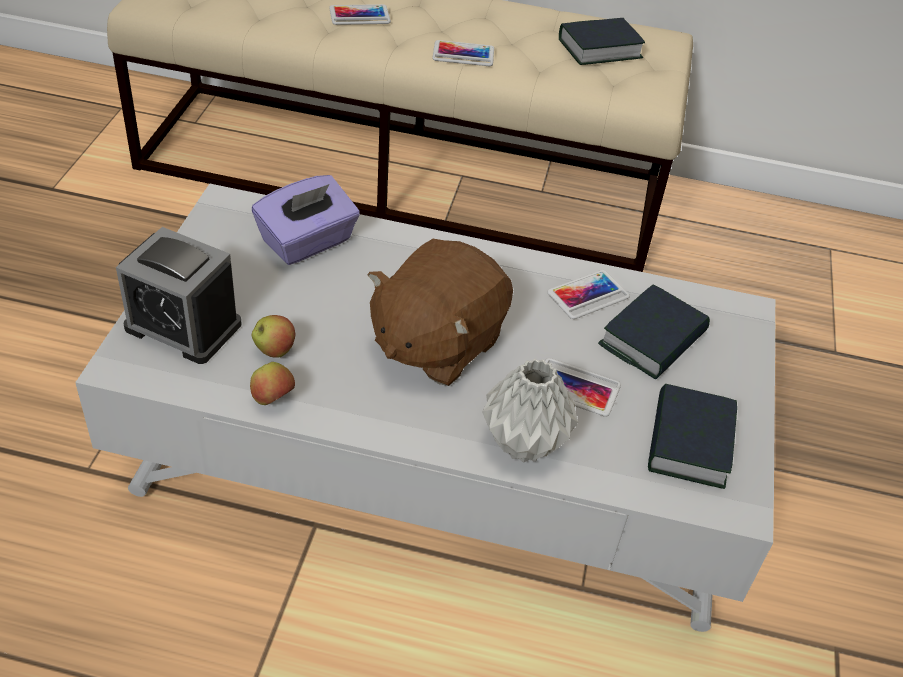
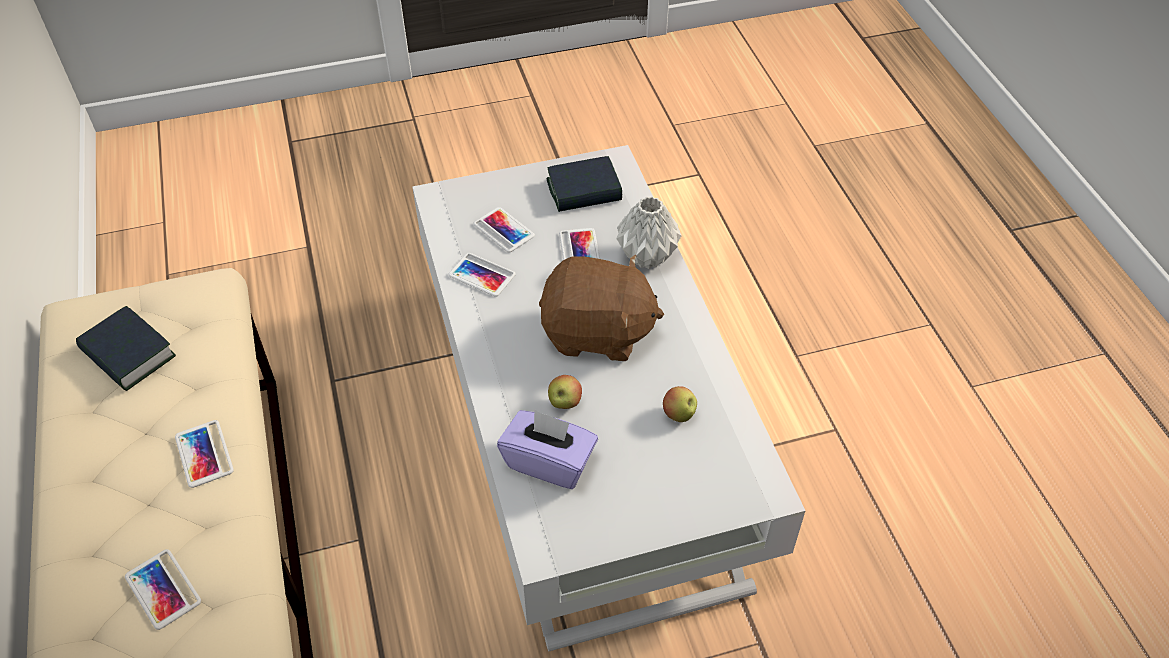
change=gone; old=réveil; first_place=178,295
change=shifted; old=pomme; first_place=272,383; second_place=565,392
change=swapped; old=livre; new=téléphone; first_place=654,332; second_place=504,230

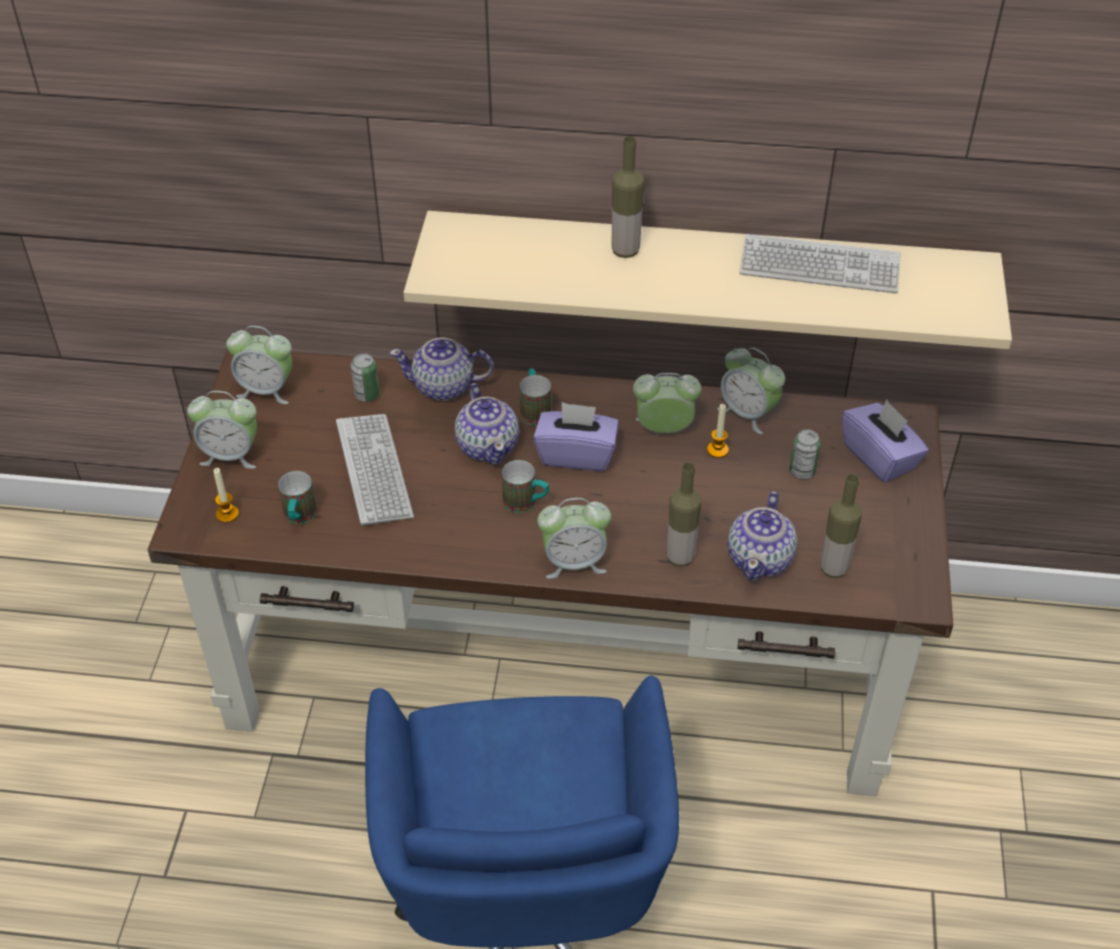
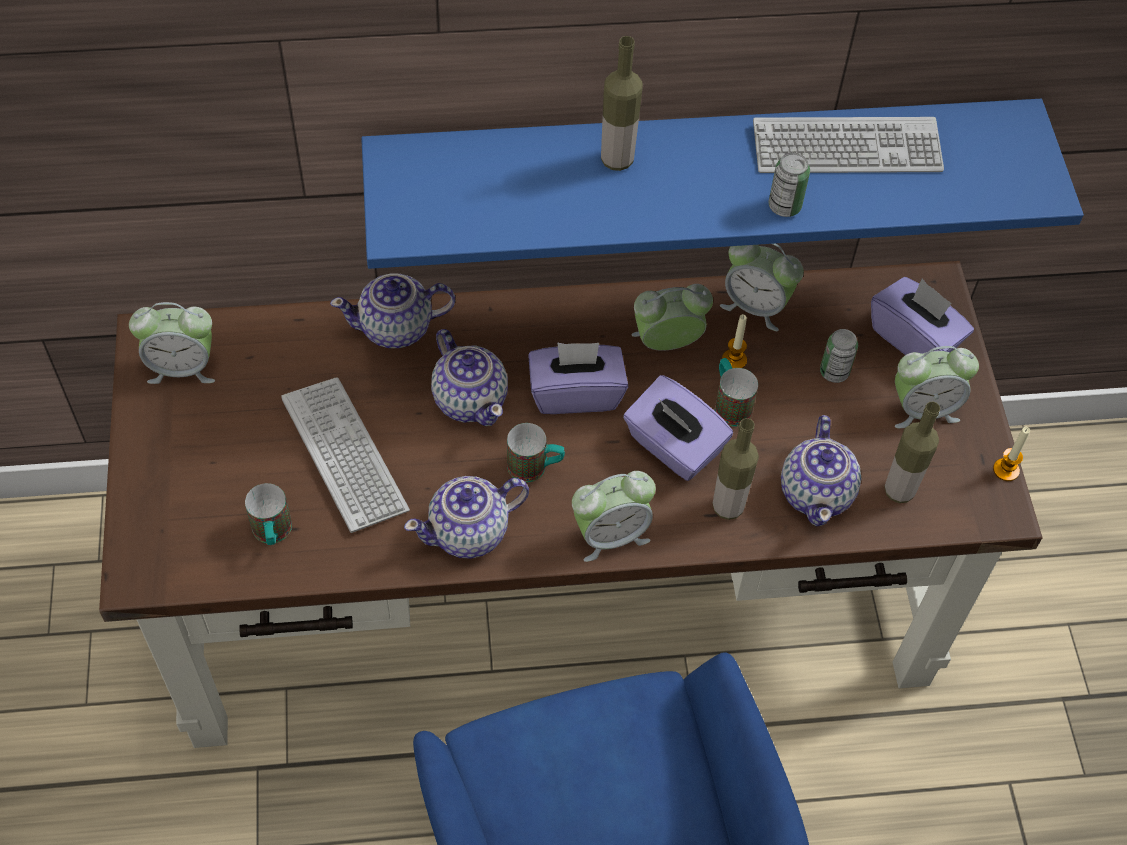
change=shifted; old=réveil; first_place=222,430; second_place=937,387
change=shifted; old=bougie; first_place=226,495; second_place=1011,454
change=shifted; old=boîte métallique; first_place=365,377; second_place=789,185
change=repainted; old=étagère/beige; new=étagère/bleu; first_place=708,280; second_place=722,184
change=shifted; old=mug; first_place=535,397; second_place=736,392
change=new; new=théière; second_place=466,517
change=new; new=boîte à mouchoirs/violet; second_place=678,428

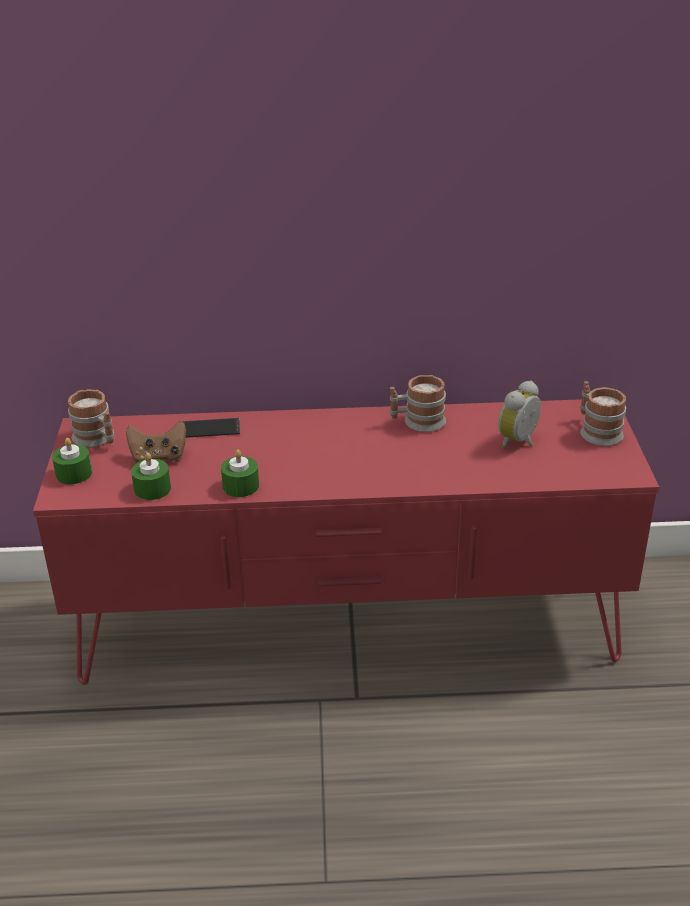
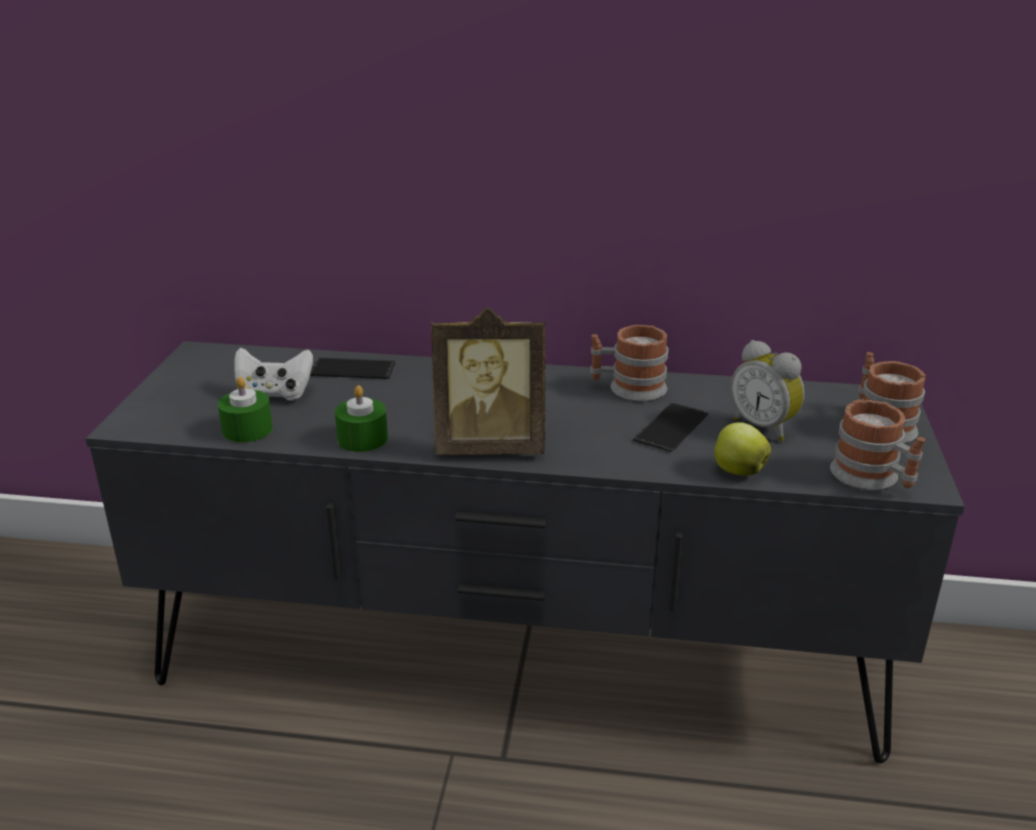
change=repainted; old=meuble télé/rouge; new=meuble télé/gris; first_place=346,542; second_place=525,552
change=gone; old=bougie/vert; first_place=72,461
change=shifted; old=mug; first_place=91,418; second_place=877,445
change=repainted; old=manette/marron; new=manette/blanc; first_place=156,442; second_place=273,374
change=rotated; old=réveil; first_place=519,414; second_place=768,390; degrees=-90
change=new; new=cadre photo; second_place=488,381
change=new; new=téléphone; second_place=670,427
change=new; new=pomme; second_place=742,449

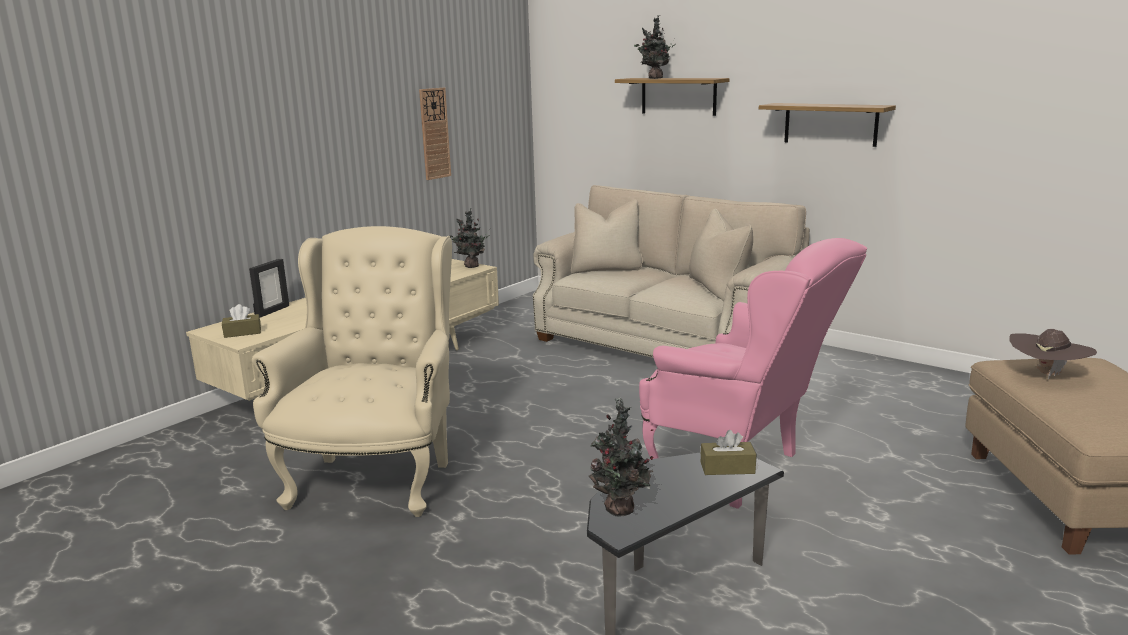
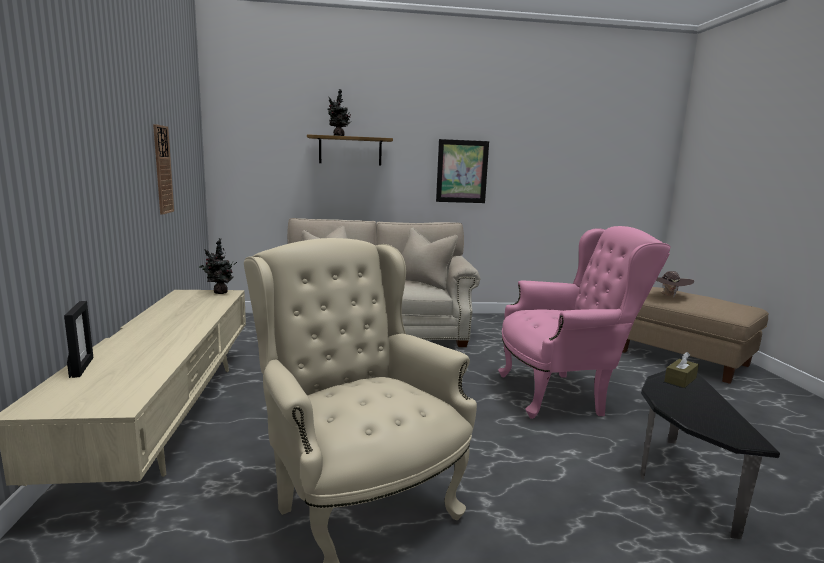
change=gone; old=boîte à mouchoirs/marron; first_place=241,321
change=gone; old=plante en pot; first_place=621,456
change=swapped; old=étagère; new=tableau; first_place=827,125; second_place=462,171

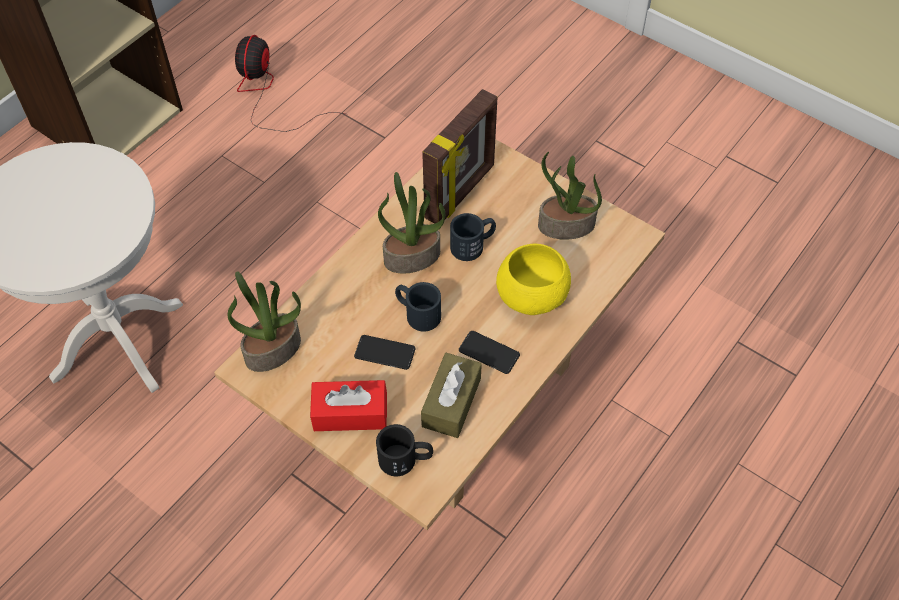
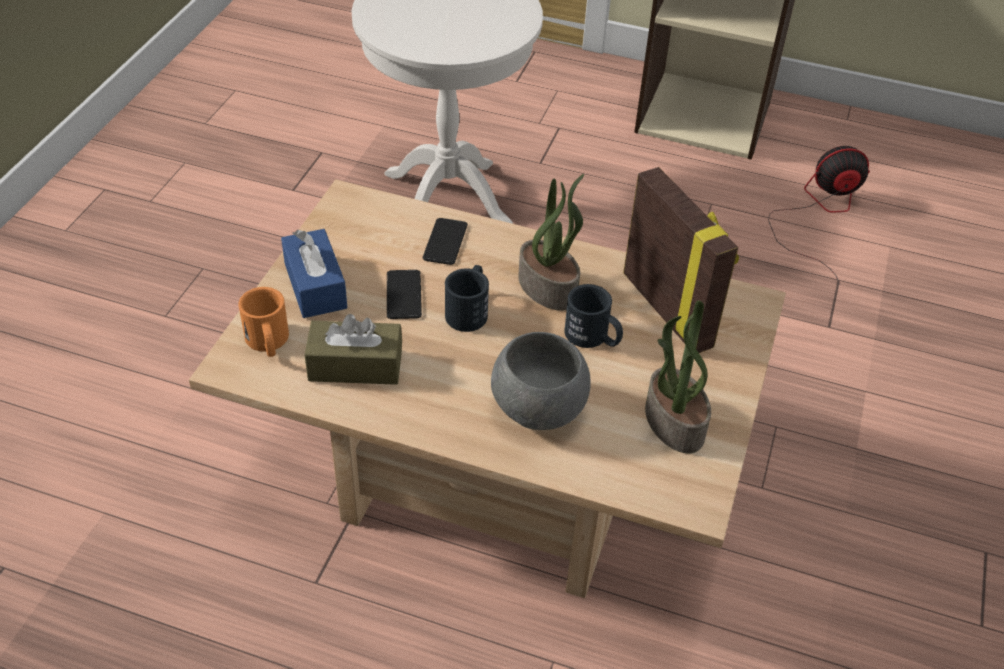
change=gone; old=plante en pot; first_place=264,321
change=repainted; old=boîte à mouchoirs/rouge; new=boîte à mouchoirs/bleu; first_place=348,405; second_place=314,273
change=repainted; old=mug/noir; new=mug/orange; first_place=404,450; second_place=263,322
change=rotated; old=cadre photo; first_place=460,156; second_place=681,260; degrees=-135
change=shifted; old=téléphone; first_place=489,352; second_place=445,241
change=repainted; old=bol/jaune; new=bol/gris; first_place=533,279; second_place=541,381

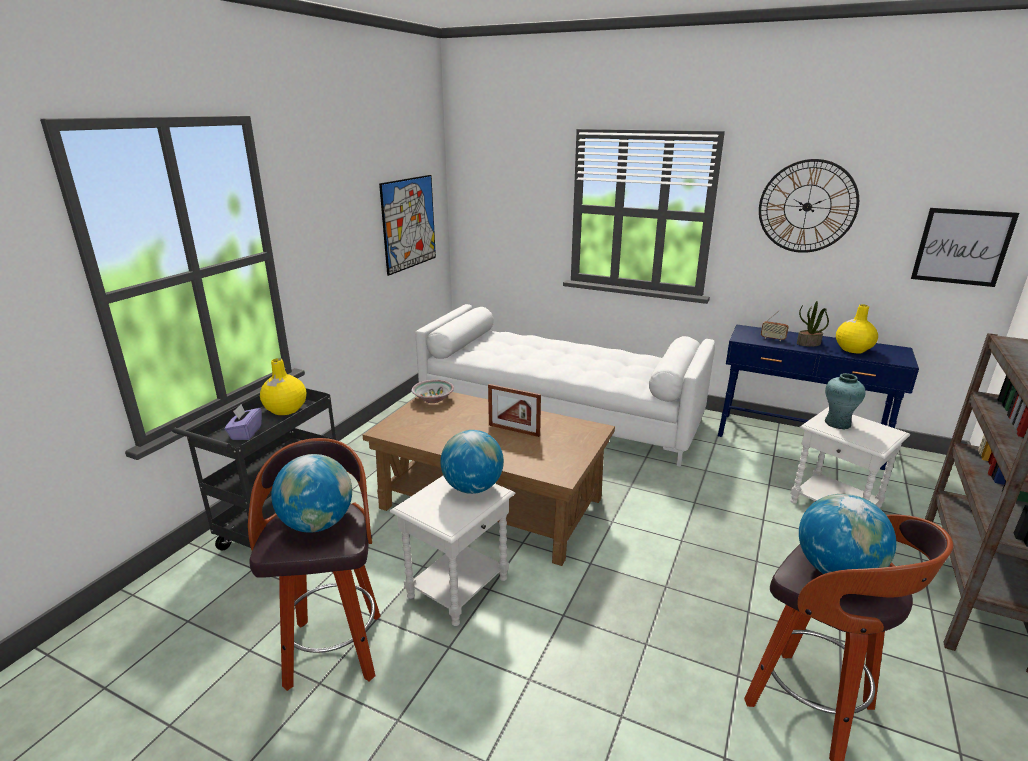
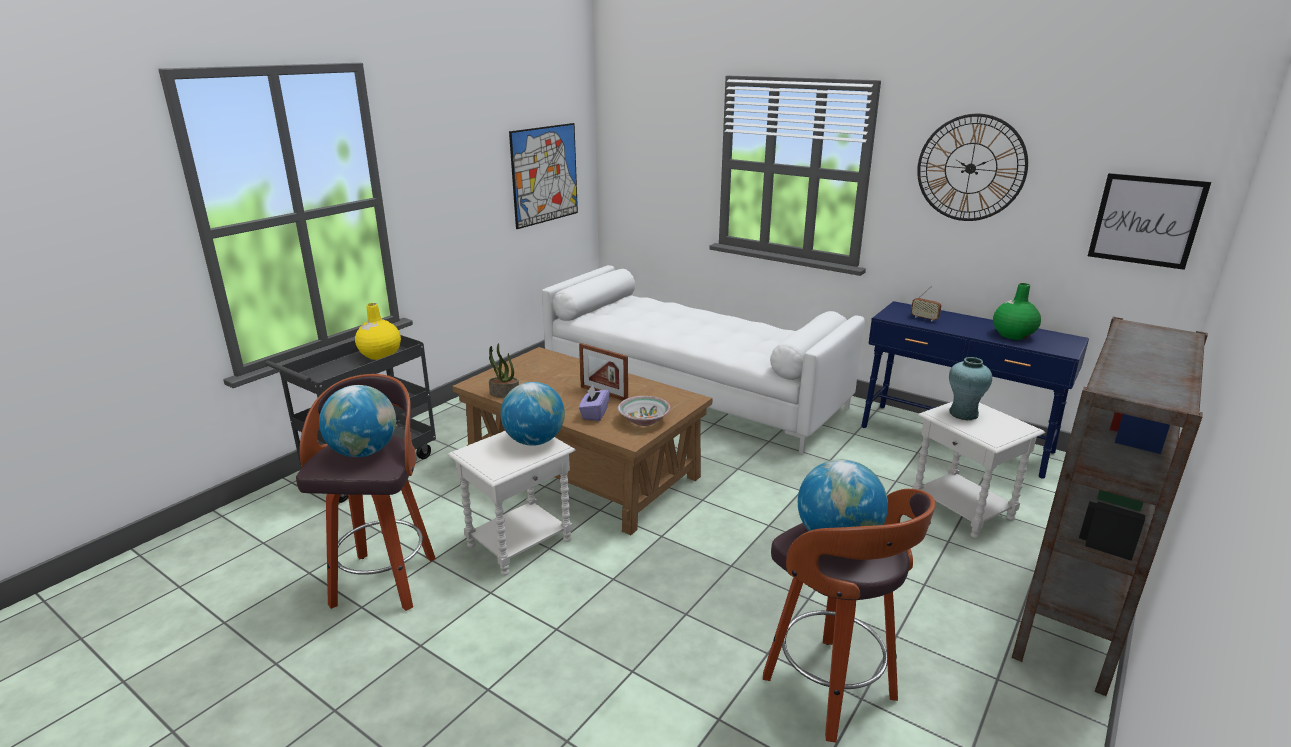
change=shifted; old=boîte à mouchoirs/violet; first_place=243,422; second_place=594,403
change=shifted; old=bol; first_place=432,391; second_place=644,411
change=shifted; old=plante en pot; first_place=813,324; second_place=504,370
change=repainted; old=vase/jaune; new=vase/vert; first_place=857,329; second_place=1017,311

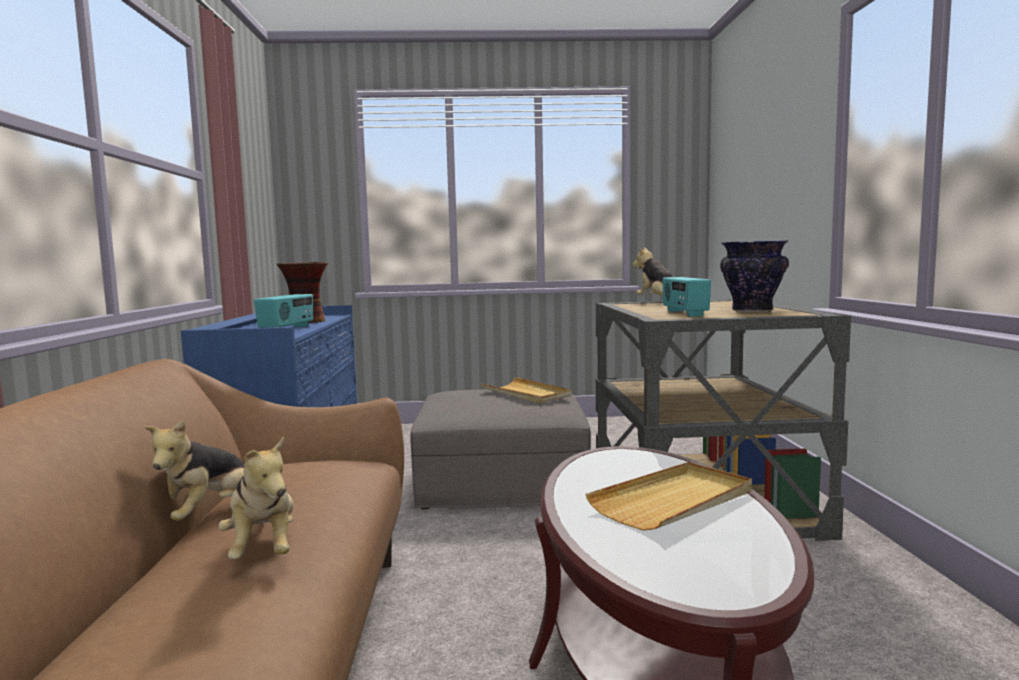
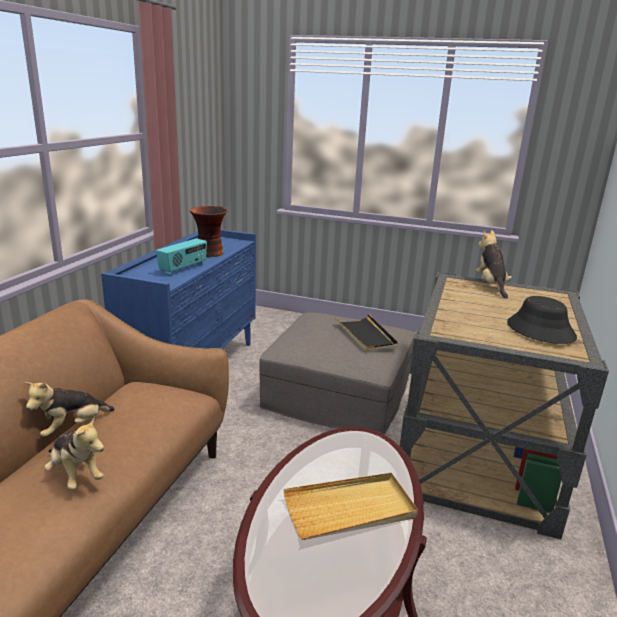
change=rotated; old=peluche; first_place=255,498; second_place=74,452; degrees=-45
change=repainted; old=plateau/beige; new=plateau/noir; first_place=526,390; second_place=367,333
change=gone; old=radio; first_place=687,297
change=swapped; old=vase; new=chapeau/noir; first_place=754,276; second_place=542,320

